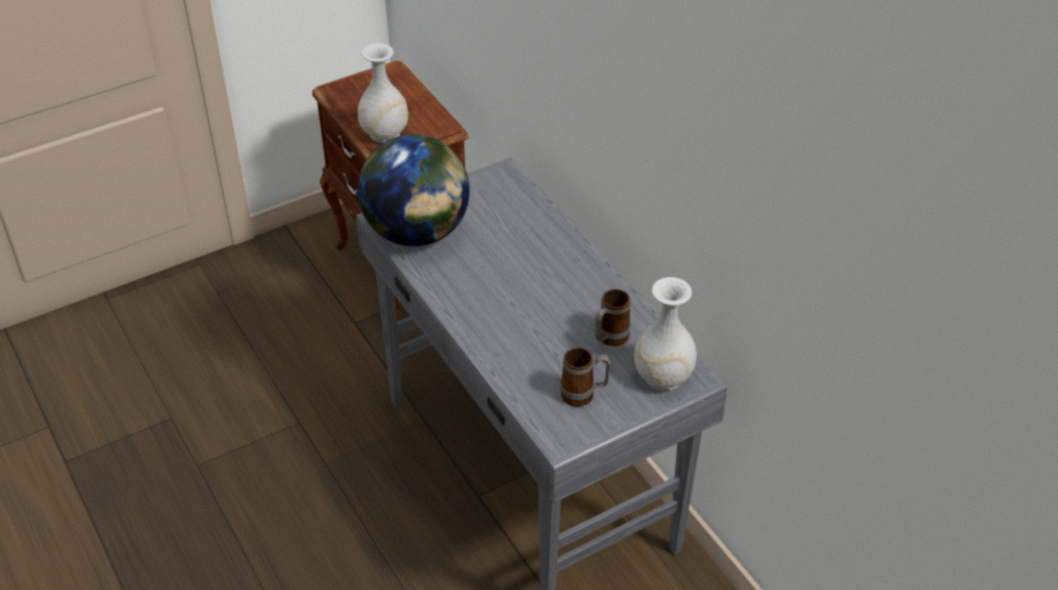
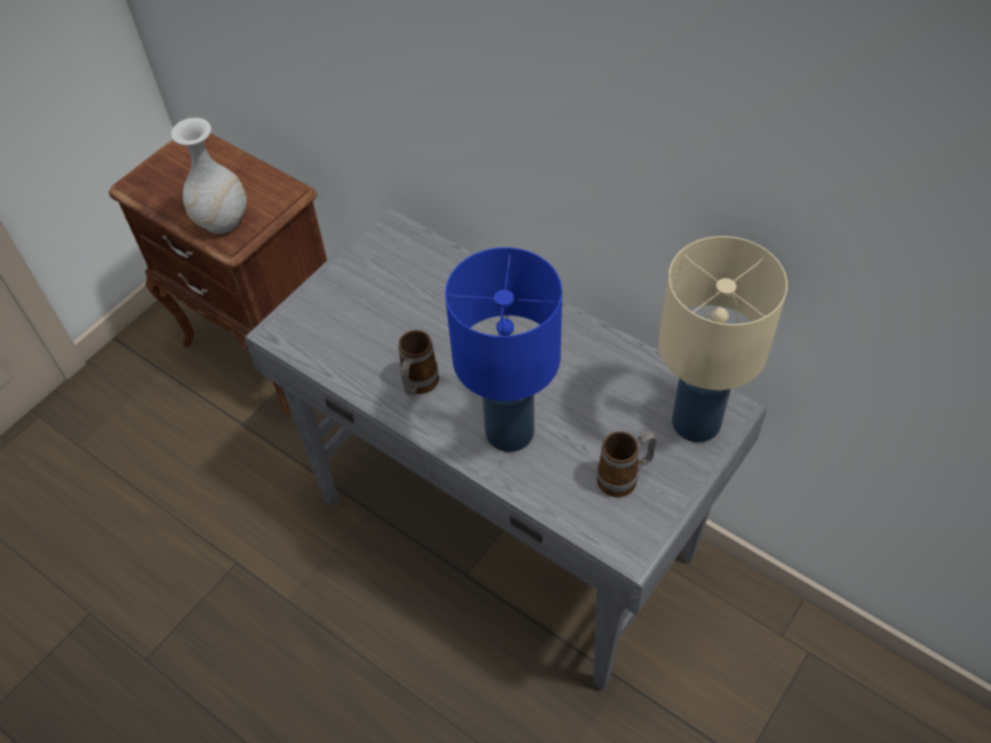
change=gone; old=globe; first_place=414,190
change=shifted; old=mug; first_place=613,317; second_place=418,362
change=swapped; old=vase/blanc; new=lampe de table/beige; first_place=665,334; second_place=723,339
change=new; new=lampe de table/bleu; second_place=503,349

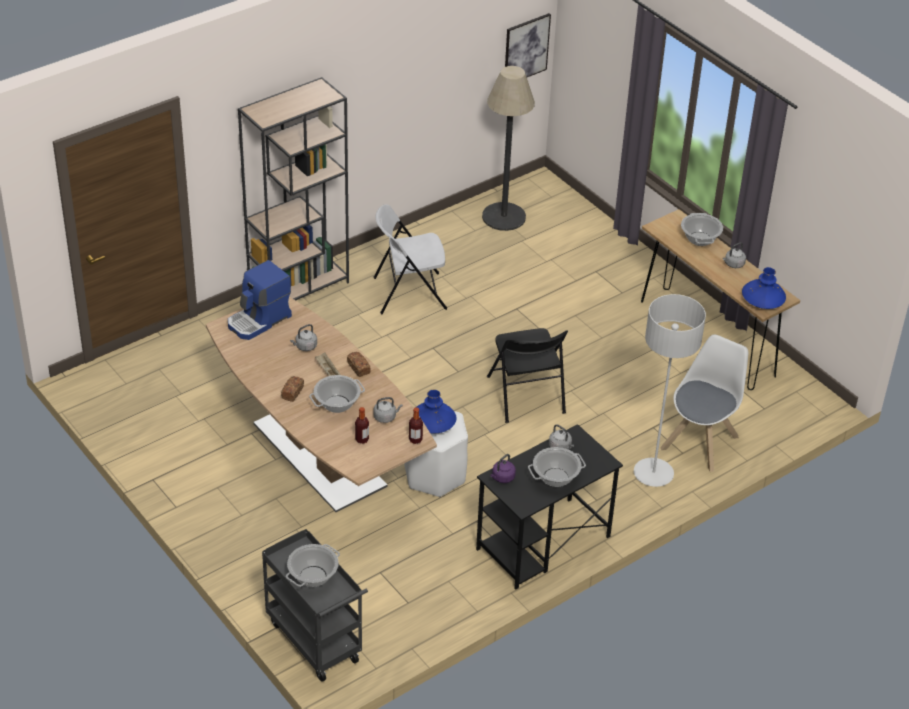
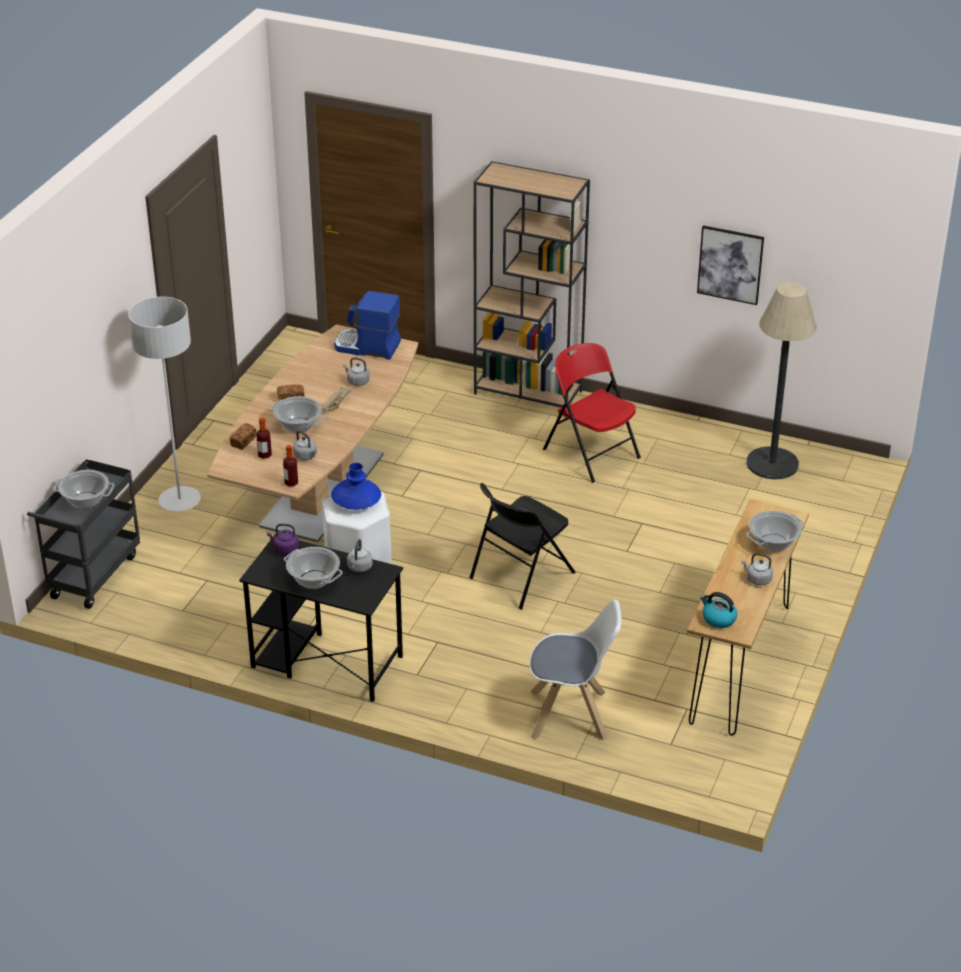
change=shifted; old=pain; first_place=359,364; second_place=243,436
change=repainted; old=chaise/blanc; new=chaise/rouge; first_place=410,259; second_place=592,413
change=shifted; old=tableau; first_place=528,45; second_place=730,265
change=shifted; old=lampadaire/gris; first_place=670,390; second_place=164,404
change=swapped; old=vase/bleu; new=bouilloire; first_place=764,288; second_place=718,610

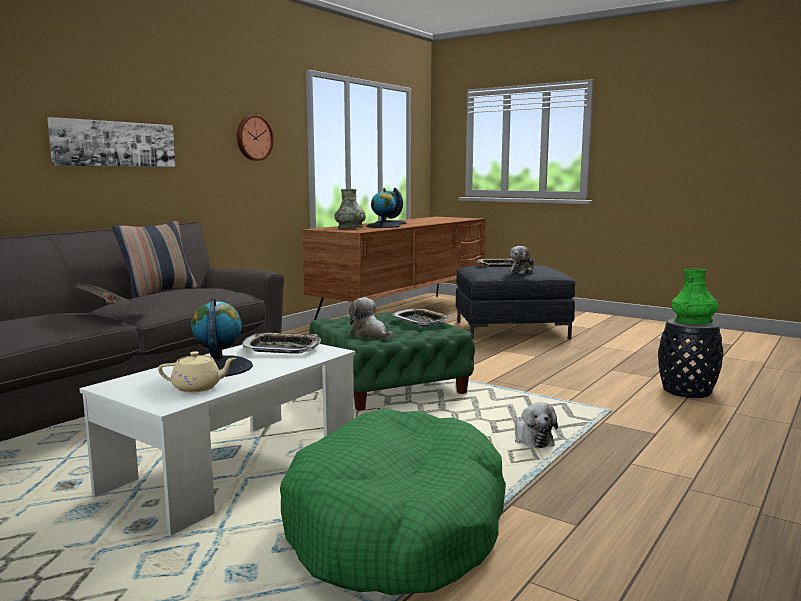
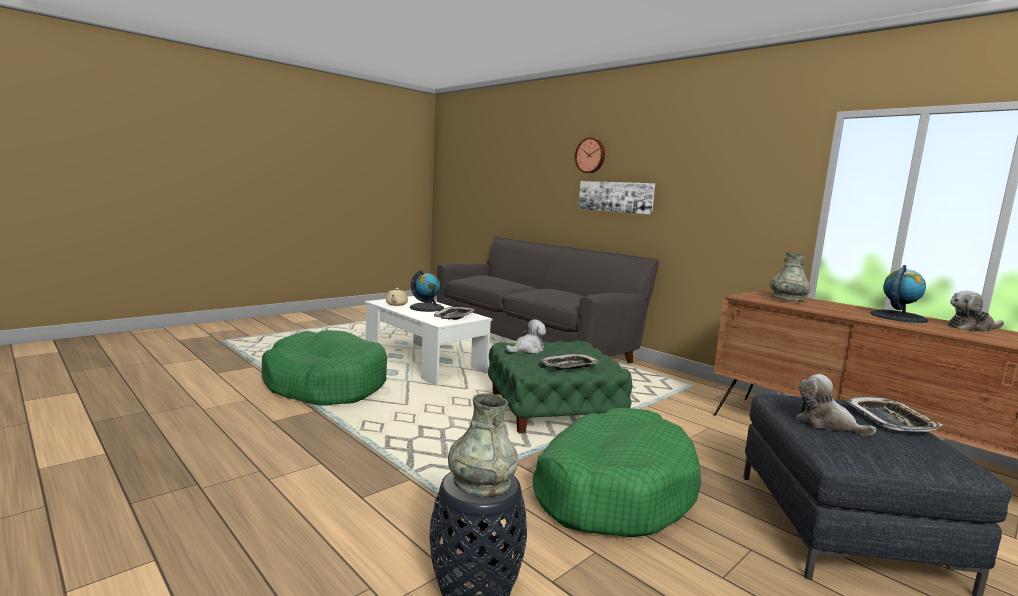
change=gone; old=journal; first_place=112,296
change=gone; old=coussin; first_place=154,259
change=shifted; old=horloge murale; first_place=255,138; second_place=590,155
change=gone; old=globe; first_place=383,208
change=shifted; old=peluche; first_place=536,425; second_place=975,311
change=repainted; old=vase/vert; new=vase/gris; first_place=695,296; second_place=483,445
change=new; new=panier pour chien/vert; second_place=617,472

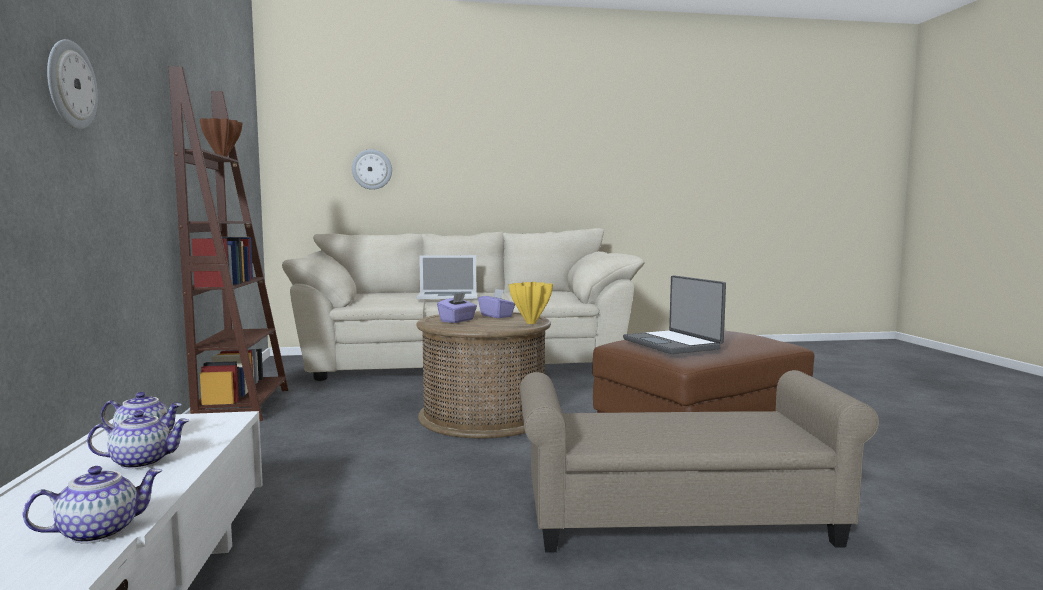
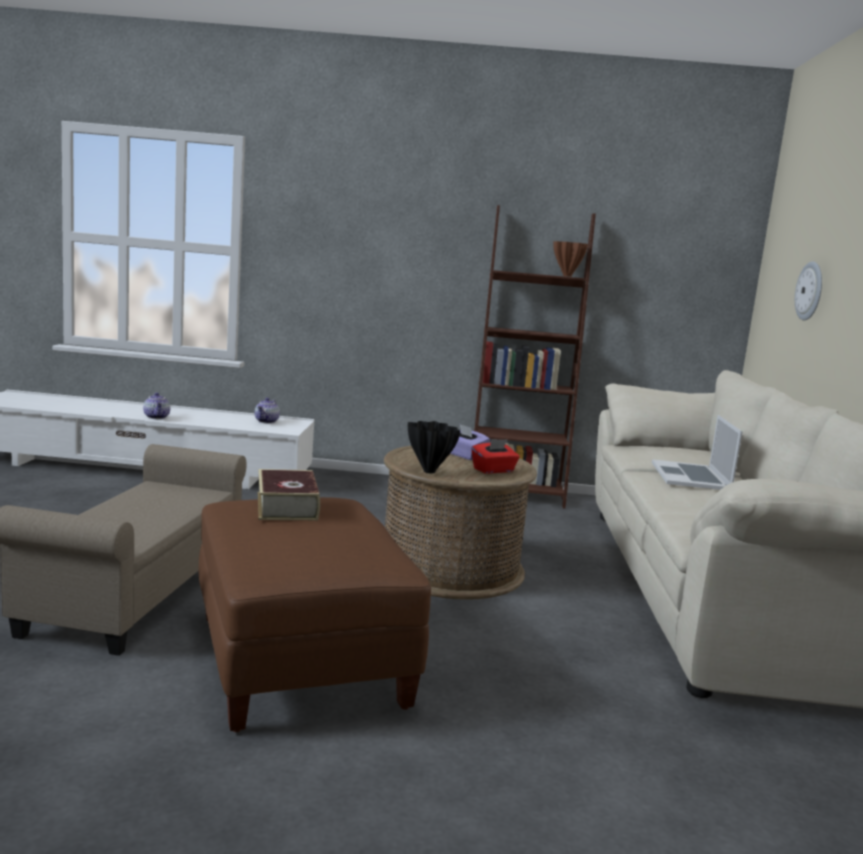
change=gone; old=horloge murale; first_place=72,84
change=gone; old=théière; first_place=138,440
change=repainted; old=boîte à mouchoirs/violet; new=boîte à mouchoirs/rouge; first_place=496,303; second_place=495,456
change=repainted; old=vase/jaune; new=vase/noir; first_place=531,303; second_place=434,447
change=swapped; old=ordinateur portable; new=livre; first_place=674,314; second_place=289,494

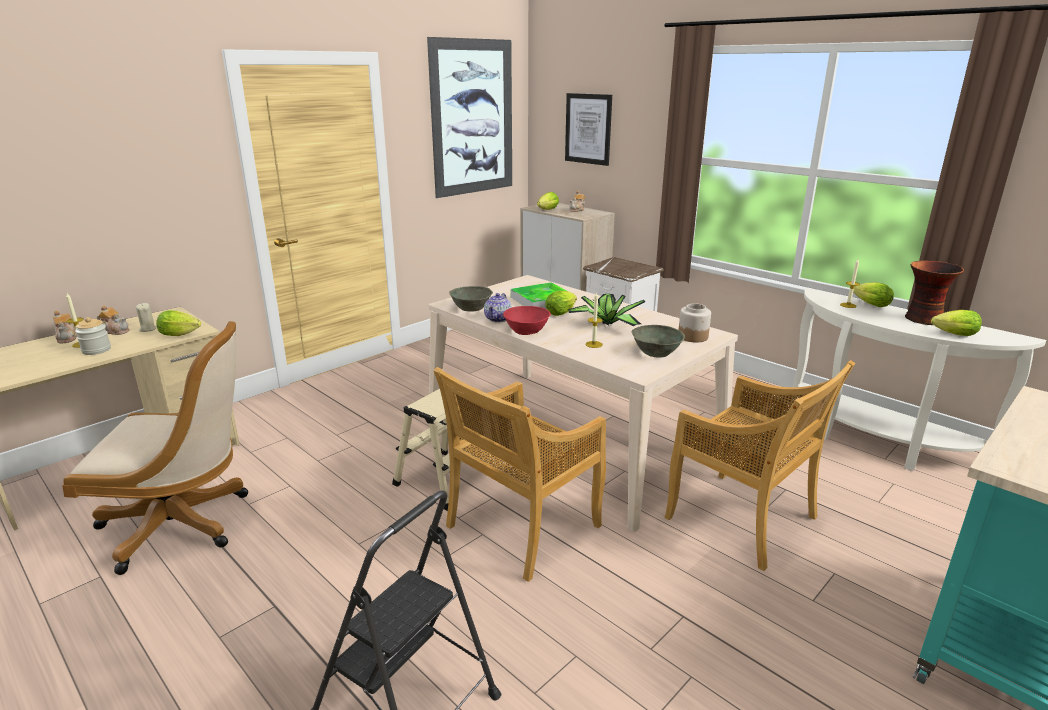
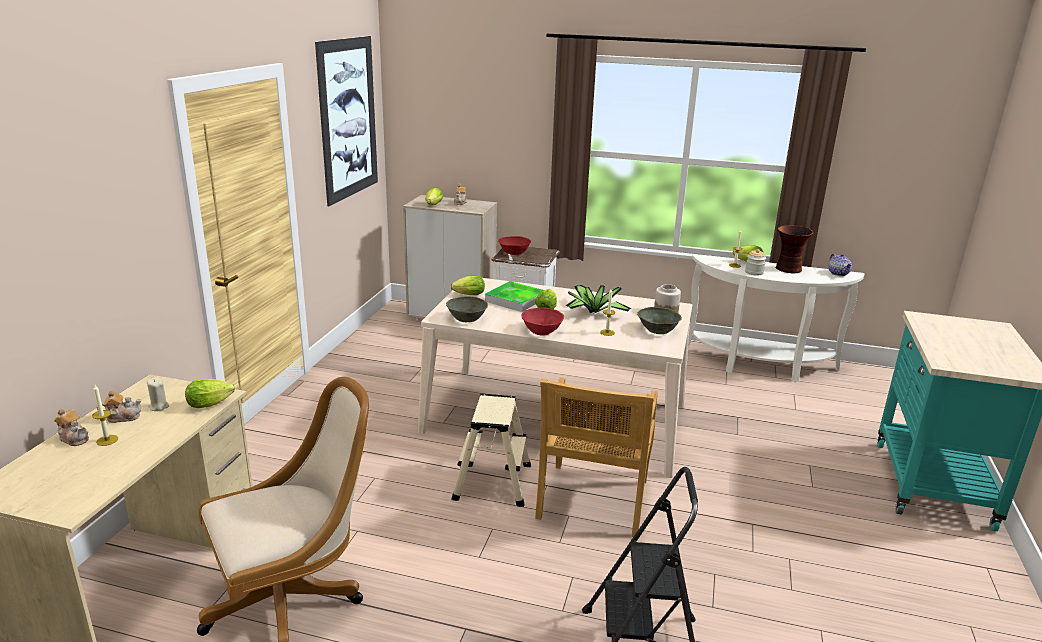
change=shifted; old=bocal; first_place=93,336; second_place=755,262
change=shifted; old=théière; first_place=498,307; second_place=841,265
change=gone; old=tableau; first_place=588,129
change=gone; old=chaise/beige; first_place=759,465
change=shifted; old=laitue; first_place=956,323; second_place=468,285
change=new; new=bol/rouge; second_place=514,245

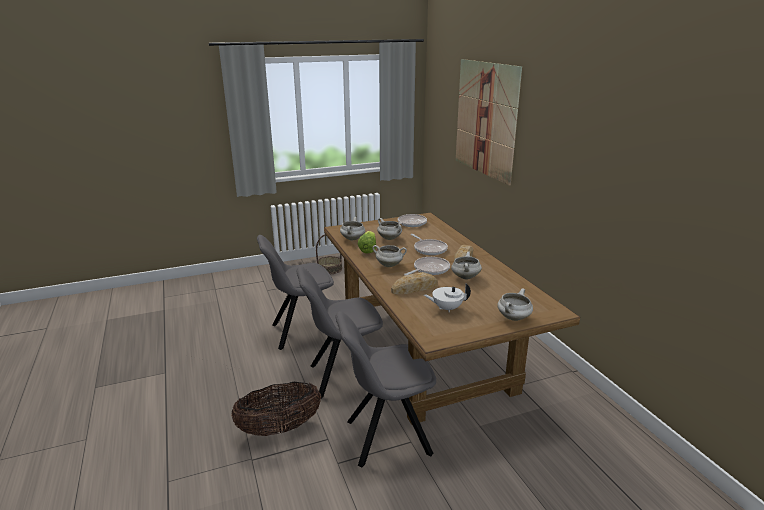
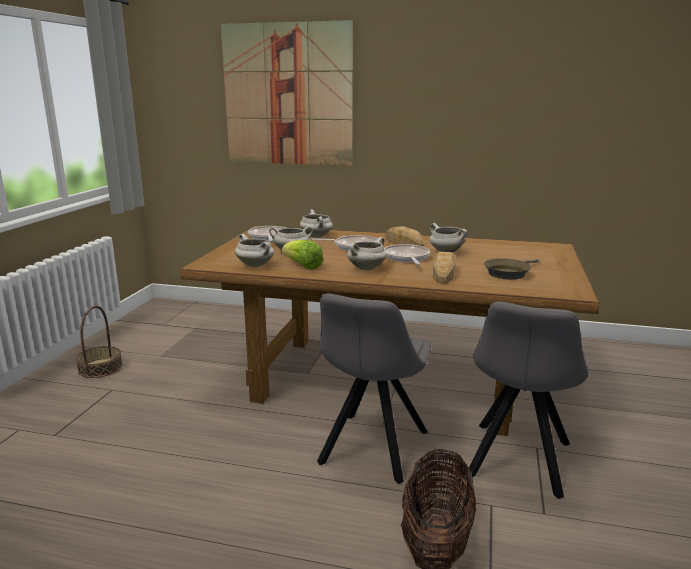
change=gone; old=chaise/gris; first_place=295,292
change=swapped; old=théière/blanc; new=poêle/marron; first_place=447,298; second_place=511,269
change=shifted; old=marmite/blanc; first_place=515,304; second_place=316,223

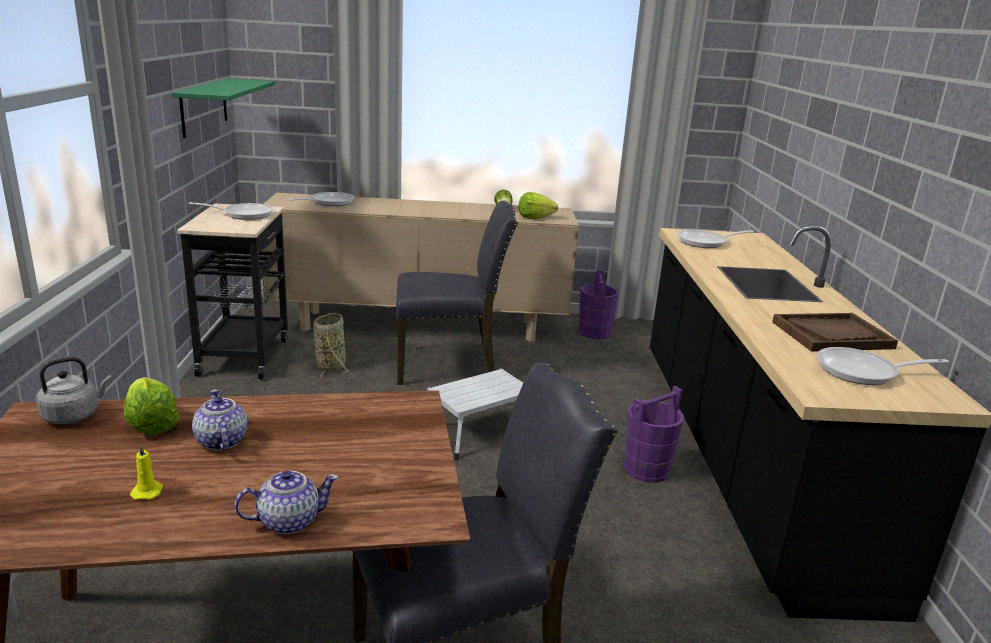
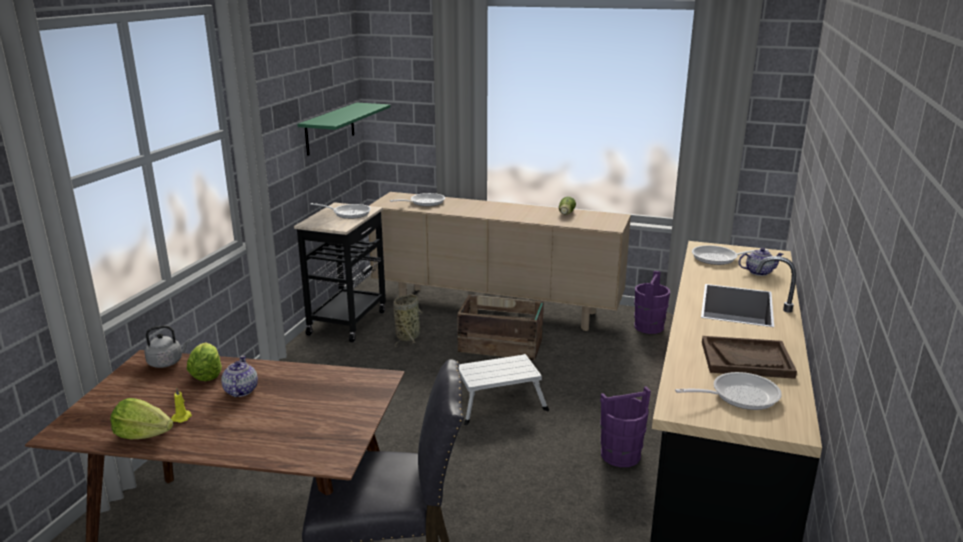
change=shifted; old=théière; first_place=286,502; second_place=761,262
change=swapped; old=chaise/gris; new=caisse; first_place=457,293; second_place=500,327
change=shifted; old=laitue; first_place=538,205; second_place=141,418
change=rotated; old=poêle; first_place=883,366; second_place=728,391; degrees=150

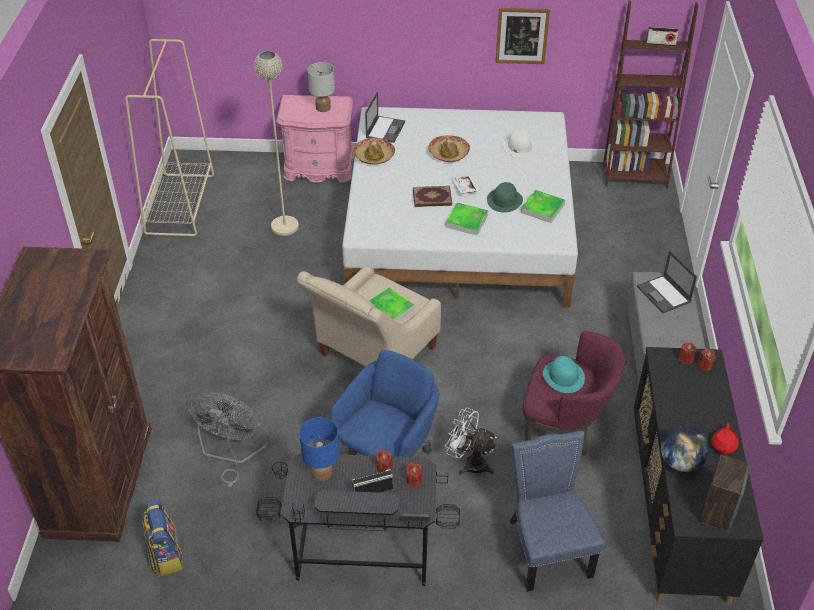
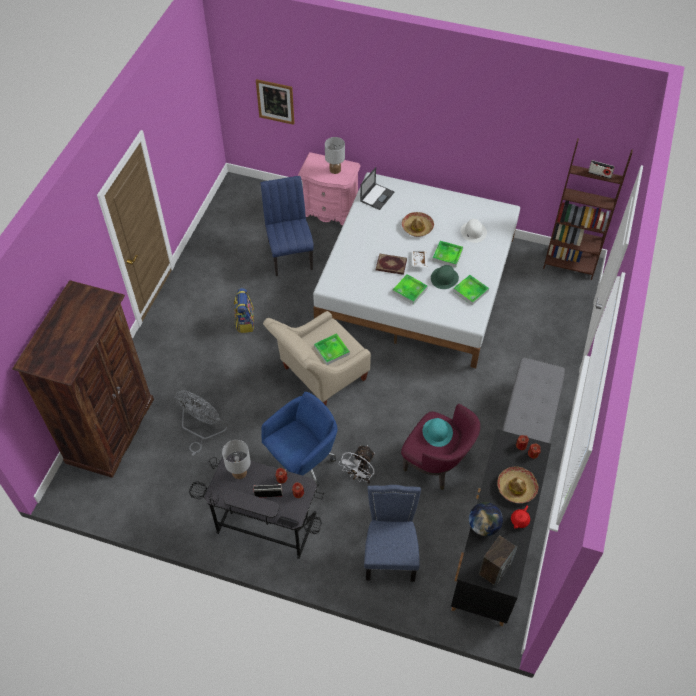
change=gone; old=portant/beige; first_place=169,137
change=shifted; old=sac à dos; first_place=163,538; second_place=244,310
change=swapped; old=lampadaire/beige; new=chaise/bleu; first_place=276,143; second_place=287,226
change=repainted; old=lampe de table/bleu; new=lampe de table/gris; first_place=319,449; second_place=236,459
change=shifted; old=chapeau; first_place=374,151; second_place=517,485
change=rotated; old=ventilateur/blanc; first_place=471,441; second_place=357,464; degrees=-105
change=shifted; old=tableau; first_place=522,36; second_place=275,102
change=gone; old=ordinateur portable; first_place=667,281
change=new; new=plateau; second_place=447,254

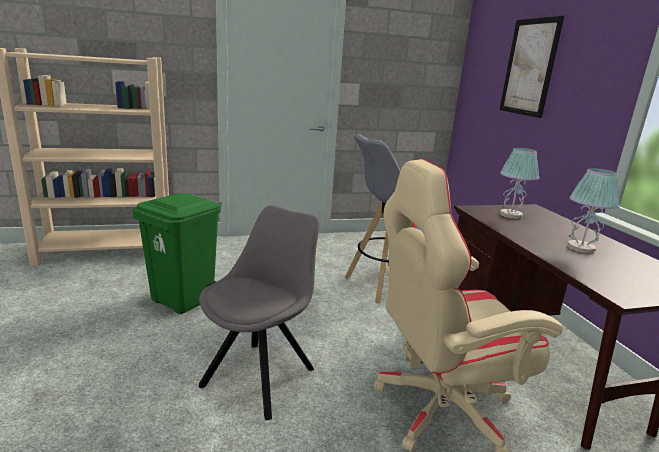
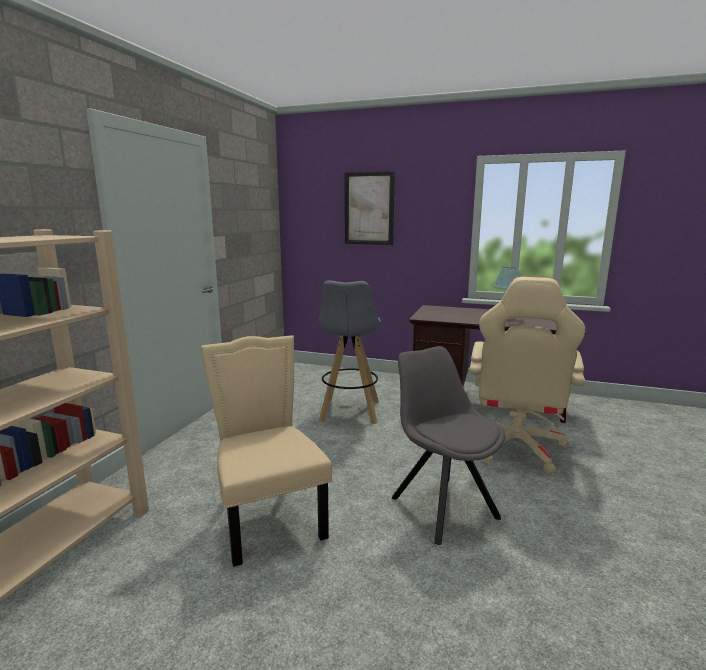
change=swapped; old=poubelle/vert; new=chaise/beige; first_place=177,253; second_place=266,451
change=gone; old=lampe de table; first_place=519,183

